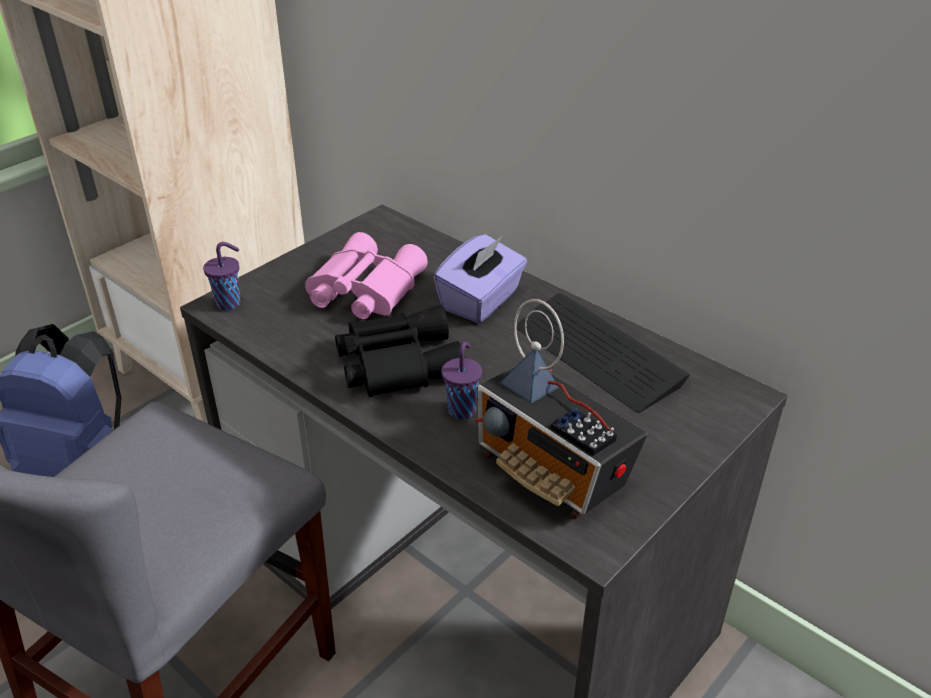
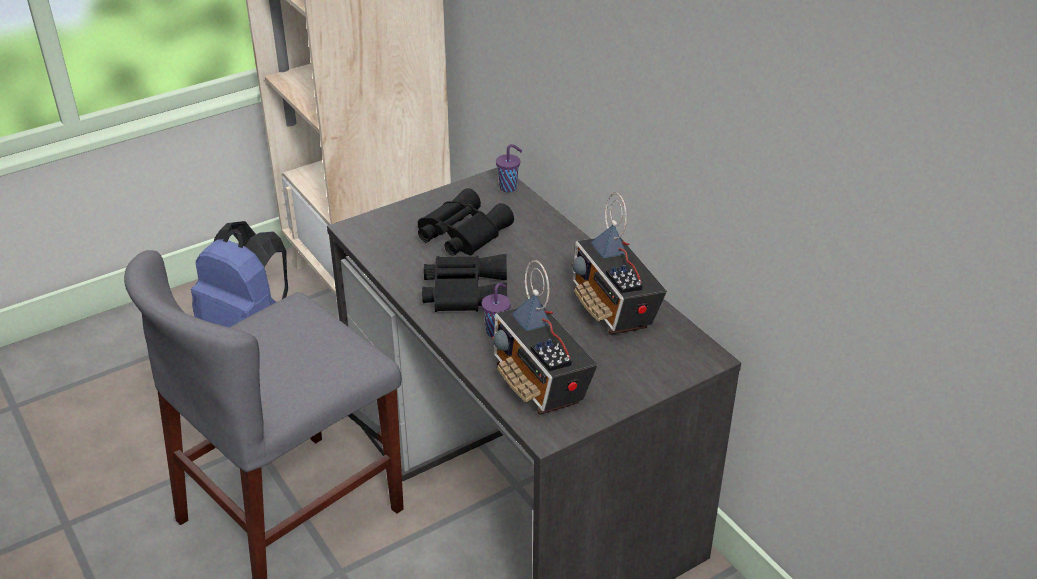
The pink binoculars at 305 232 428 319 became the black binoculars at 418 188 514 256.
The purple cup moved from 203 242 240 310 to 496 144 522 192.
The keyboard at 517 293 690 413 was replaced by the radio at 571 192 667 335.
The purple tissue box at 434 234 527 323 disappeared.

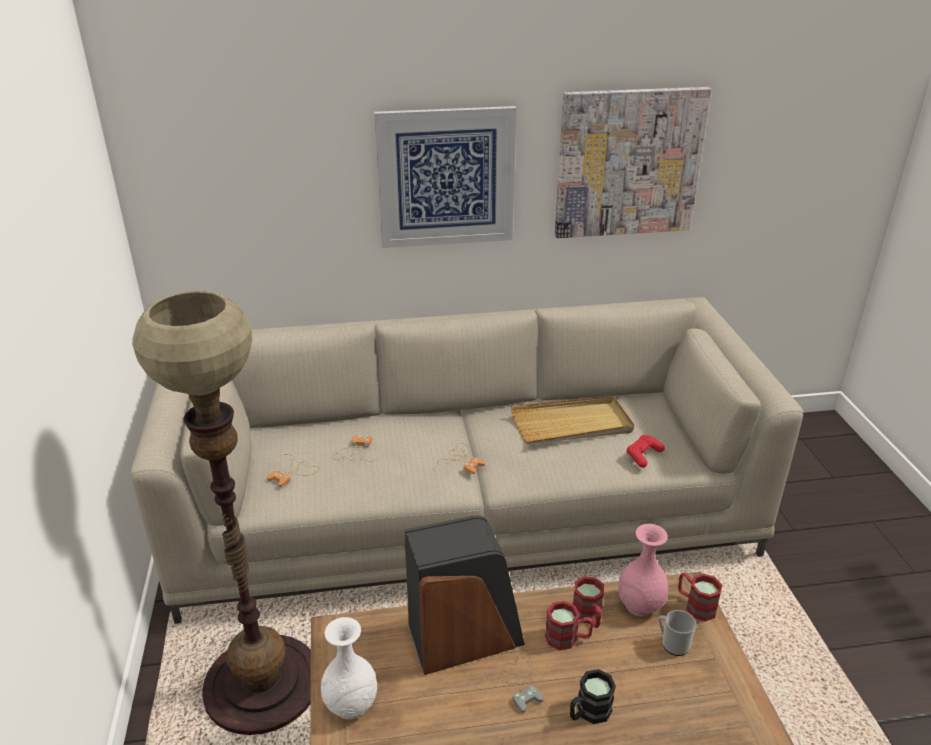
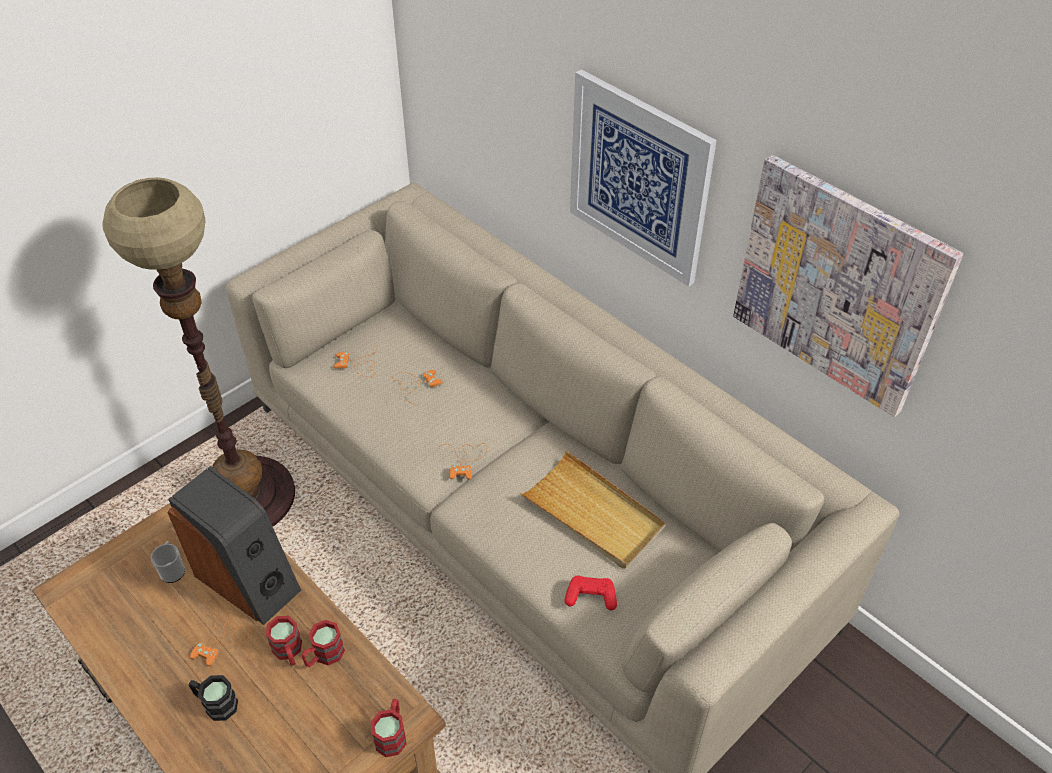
The mug moved from 658 610 696 656 to 151 541 185 583.
The grey game controller at 478 653 544 713 became the orange game controller at 190 613 251 666.
The white vase at 321 617 377 719 disappeared.
The pink vase at 618 524 669 617 disappeared.

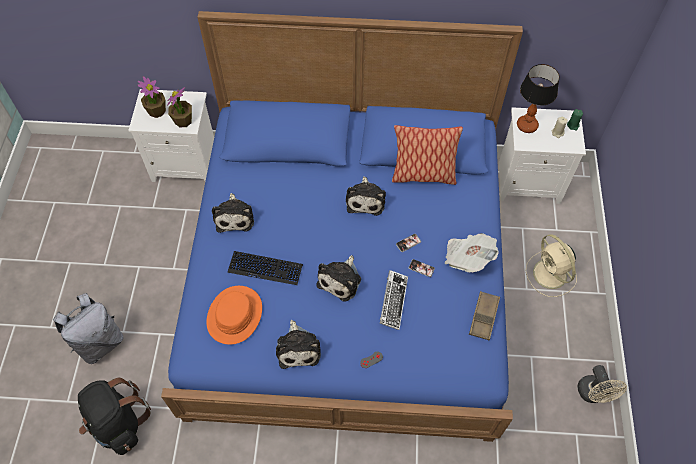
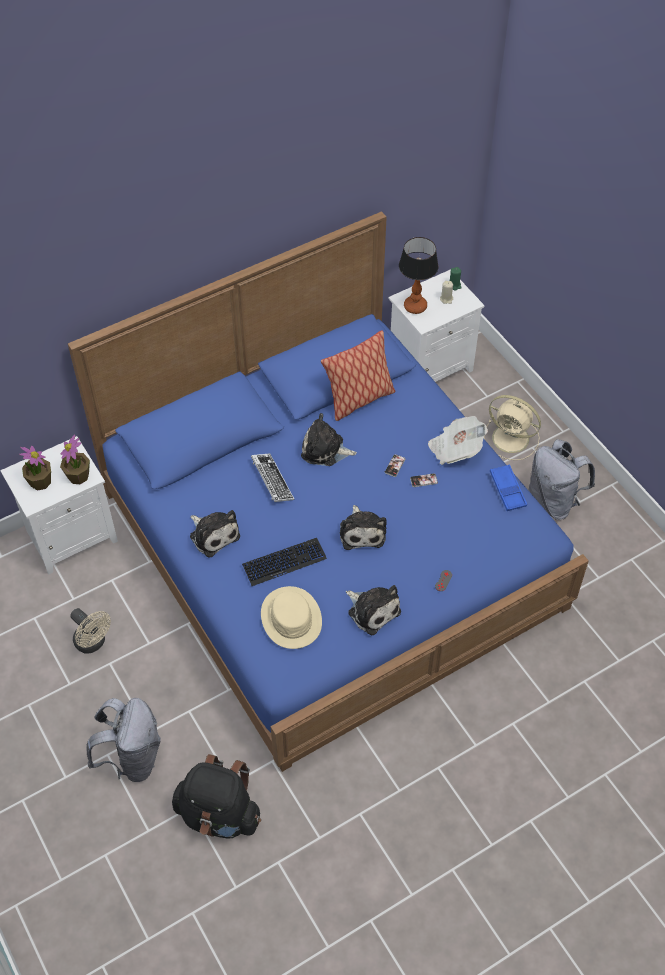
The beige fan moved from 577 365 627 403 to 70 608 111 654.
The keyboard moved from 380 270 408 330 to 251 453 294 502.
The orange hat at 206 286 262 345 became the beige hat at 261 586 322 649.
The plush toy at 346 176 386 216 turned 135 degrees clockwise.
The brown tray at 469 291 500 340 became the blue tray at 490 464 527 511.
The grey backpack at 529 439 595 520 appeared.

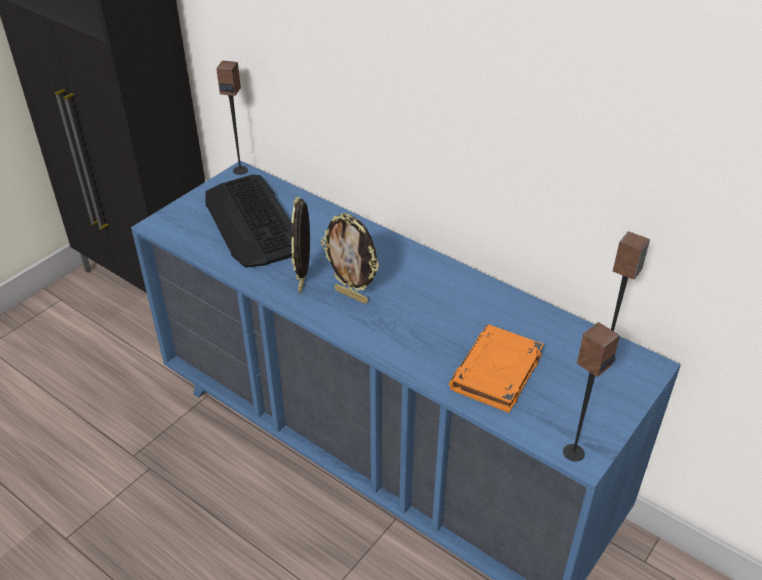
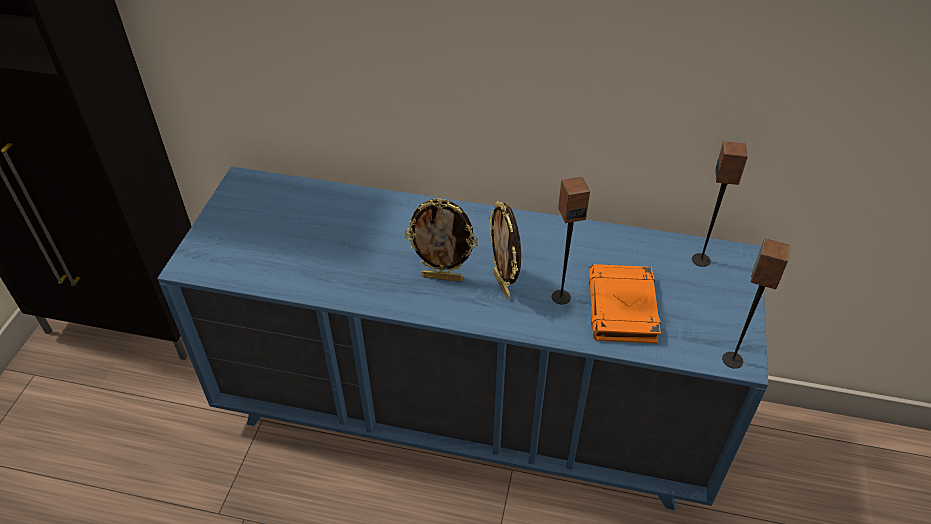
The picture frame moved from 291 197 310 294 to 489 201 521 300.
The speaker moved from 216 61 248 175 to 552 176 590 304.
The keyboard at 206 175 292 268 disappeared.

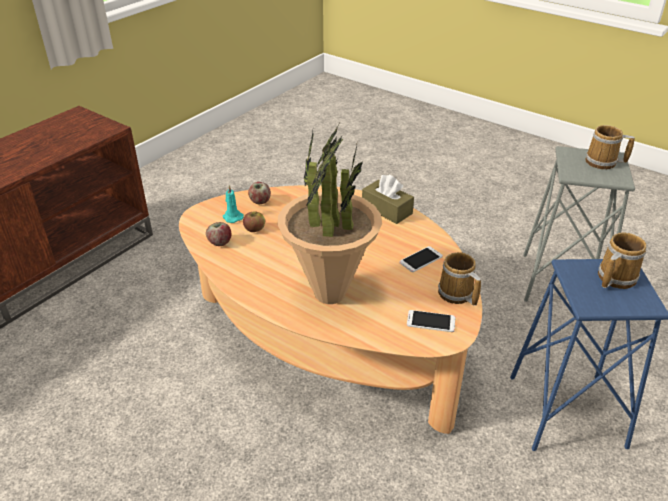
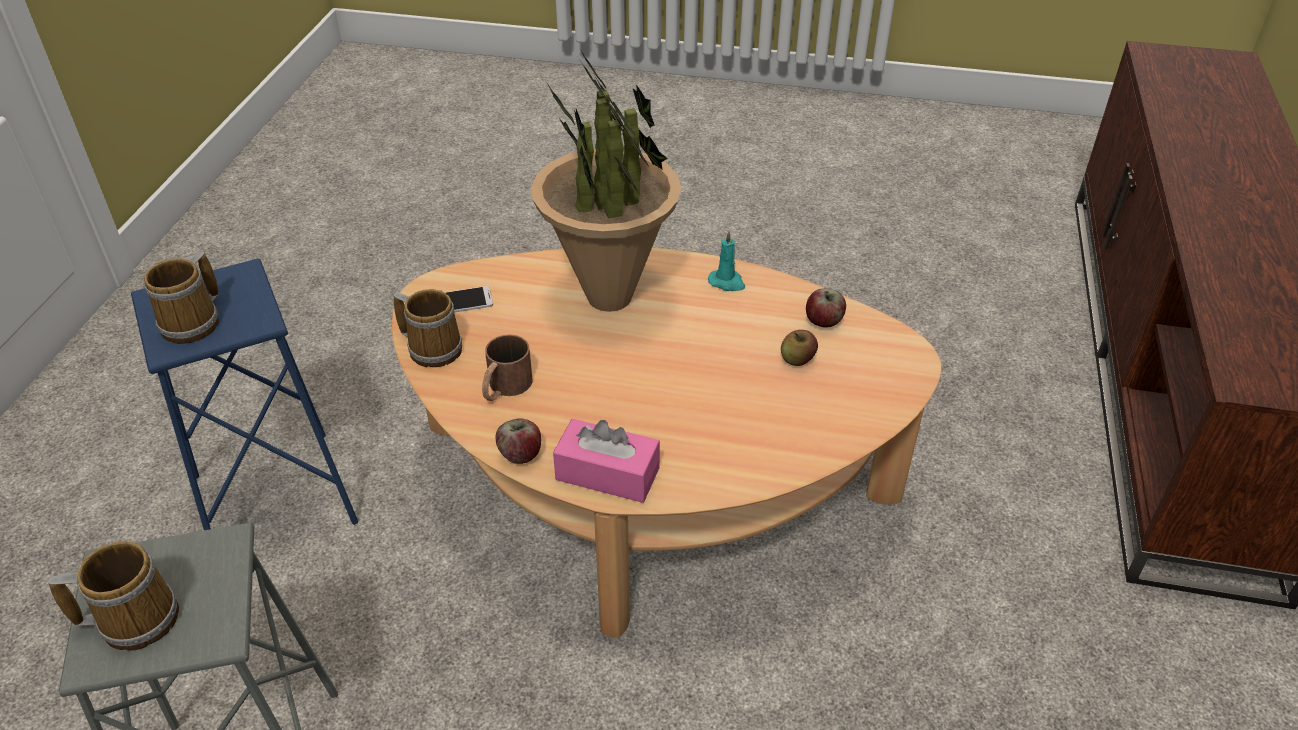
The phone at 399 246 443 272 was replaced by the brown mug at 482 335 533 401.
The apple moved from 248 182 271 204 to 496 418 541 464.
The brown tissue box at 362 175 414 224 became the pink tissue box at 553 419 660 503.
The turquoise candle moved from 223 185 244 223 to 708 231 745 291.

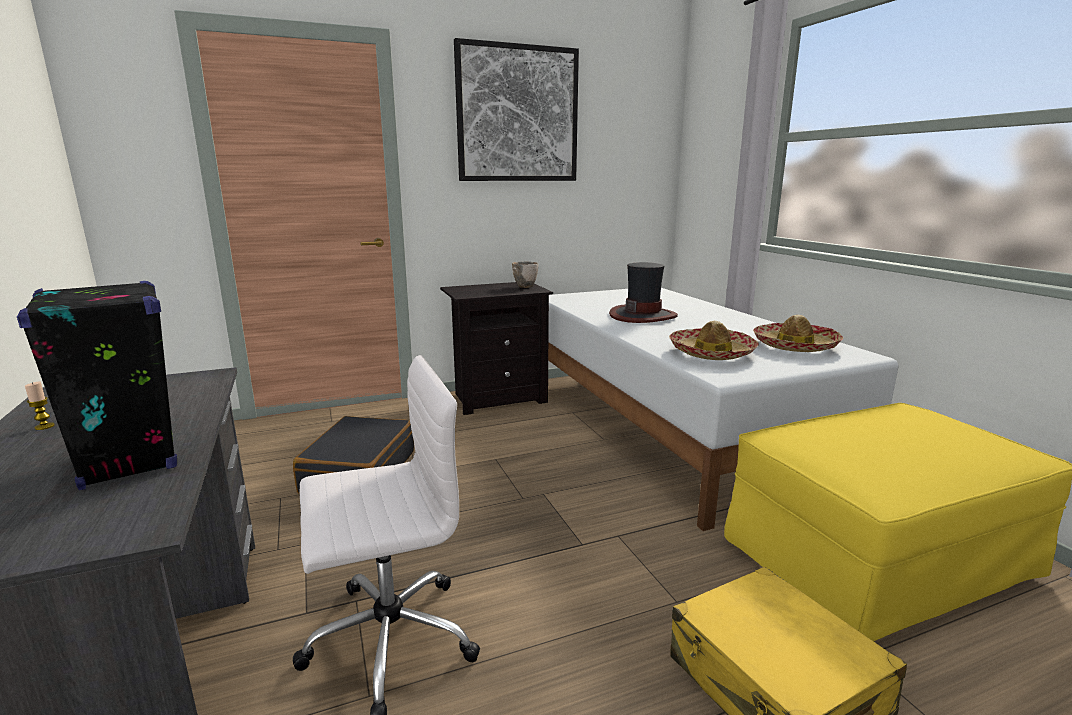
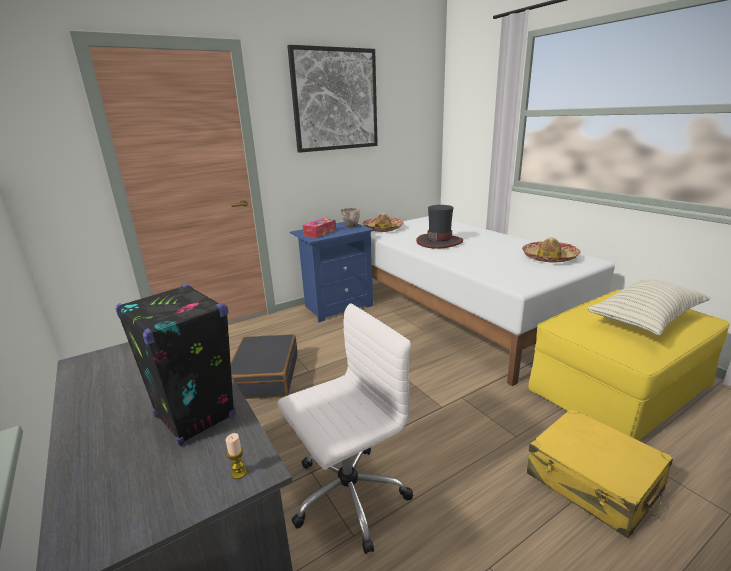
The candle moved from 25 382 55 430 to 226 433 247 479.
The black nightstand at 440 282 553 415 became the blue nightstand at 290 222 374 322.
The tissue box at 303 218 336 238 appeared.
The hat moved from 669 321 759 360 to 363 213 404 232.
The pillow at 587 279 710 336 appeared.

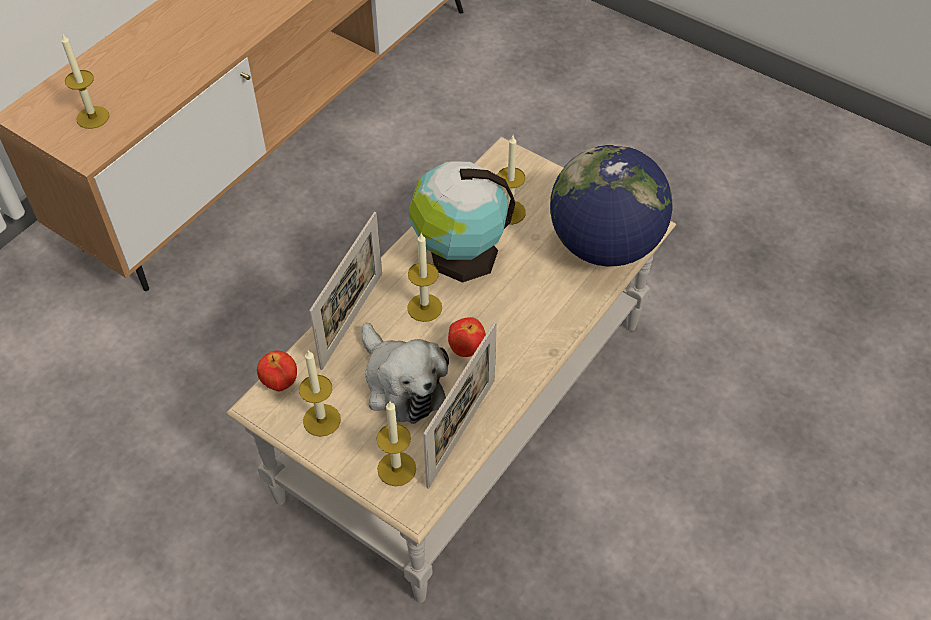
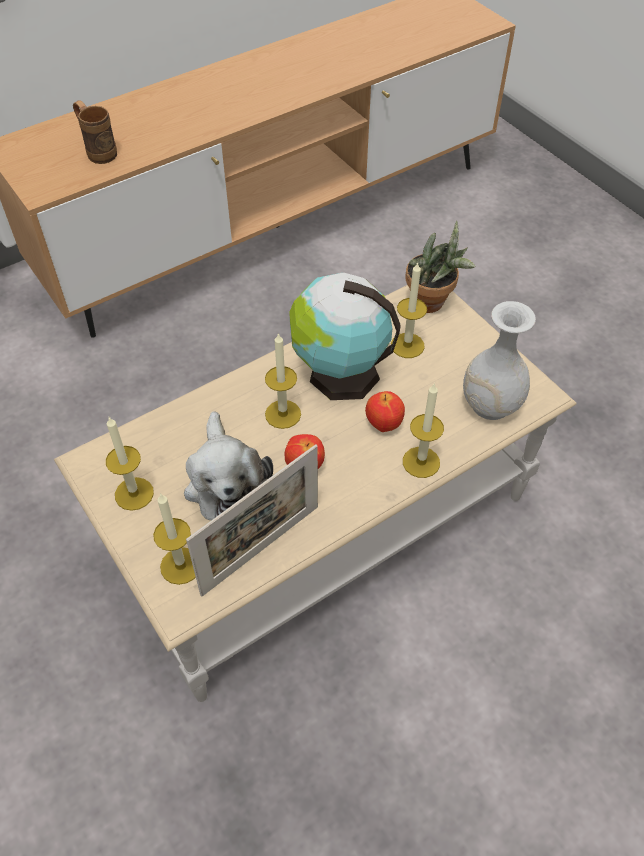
The brown mug at 73 100 117 164 appeared.
The apple moved from 257 350 297 392 to 365 391 405 432.
The candle moved from 61 34 109 129 to 403 383 444 478.
The potted plant at 405 221 476 313 appeared.
The globe at 550 144 673 266 was replaced by the white vase at 463 301 536 420.
The picture frame at 309 212 382 370 disappeared.

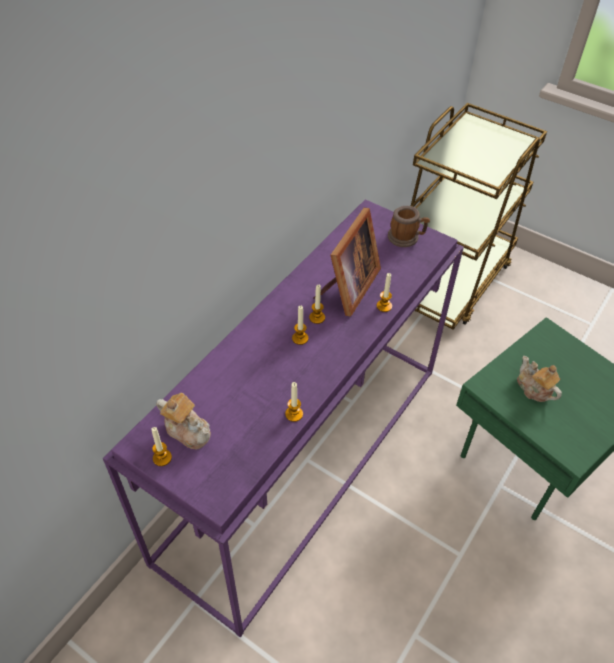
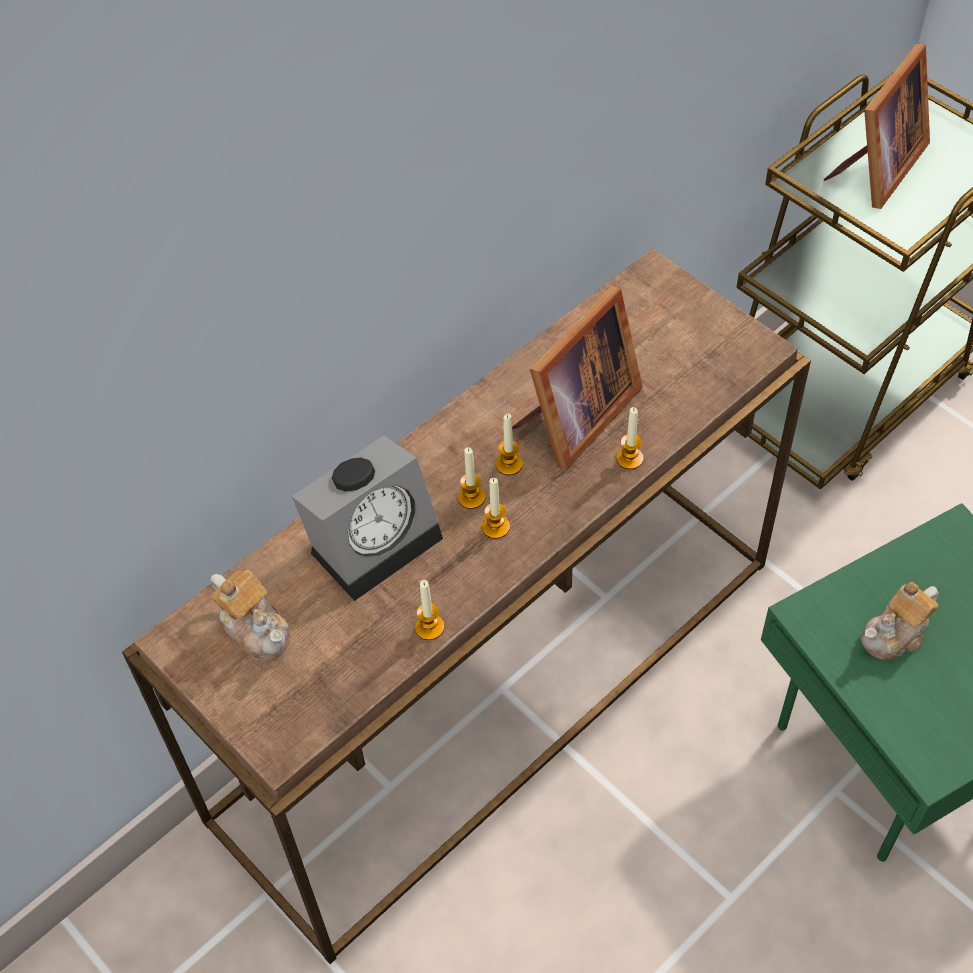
The purple console table at 103 200 464 637 became the brown console table at 122 249 811 964.
The alarm clock at 292 436 443 601 appeared.
The candle moved from 151 427 172 466 to 482 478 510 539.
The picture frame at 824 43 930 209 appeared.
The teapot at 517 356 562 402 turned 105 degrees counterclockwise.
The mug at 388 206 430 247 disappeared.

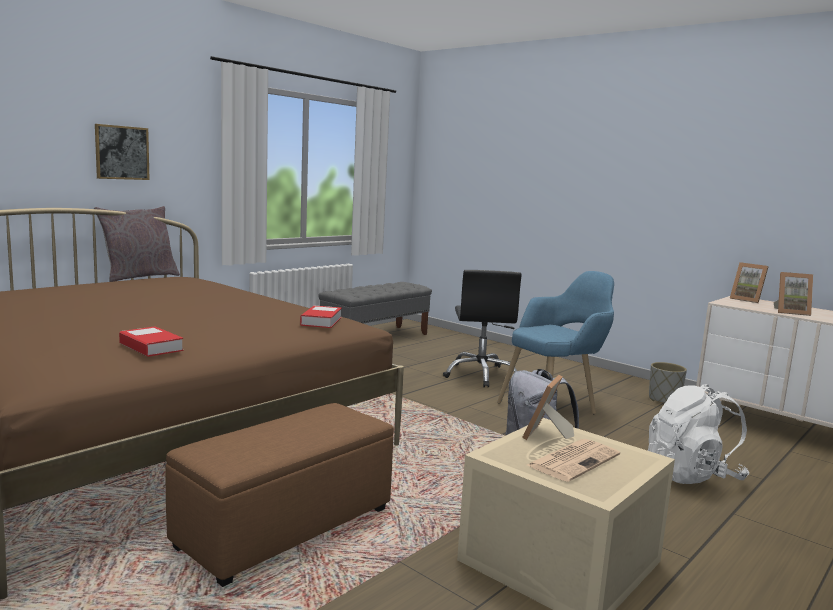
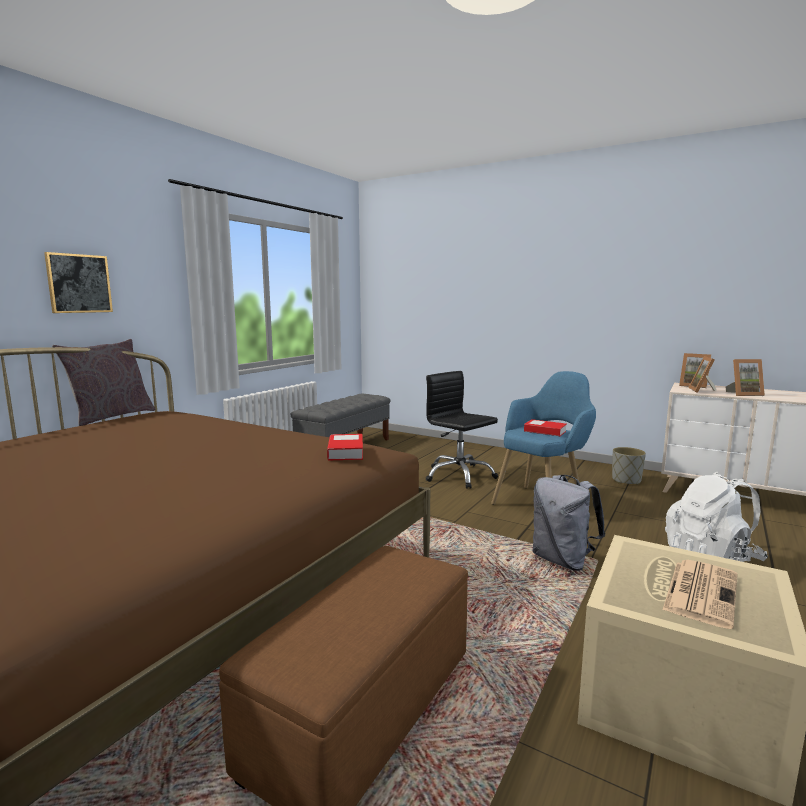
The black office chair at 443 270 522 388 turned 150 degrees clockwise.
The book moved from 119 326 183 357 to 524 419 566 436.
The picture frame moved from 522 375 574 440 to 688 356 716 393.

